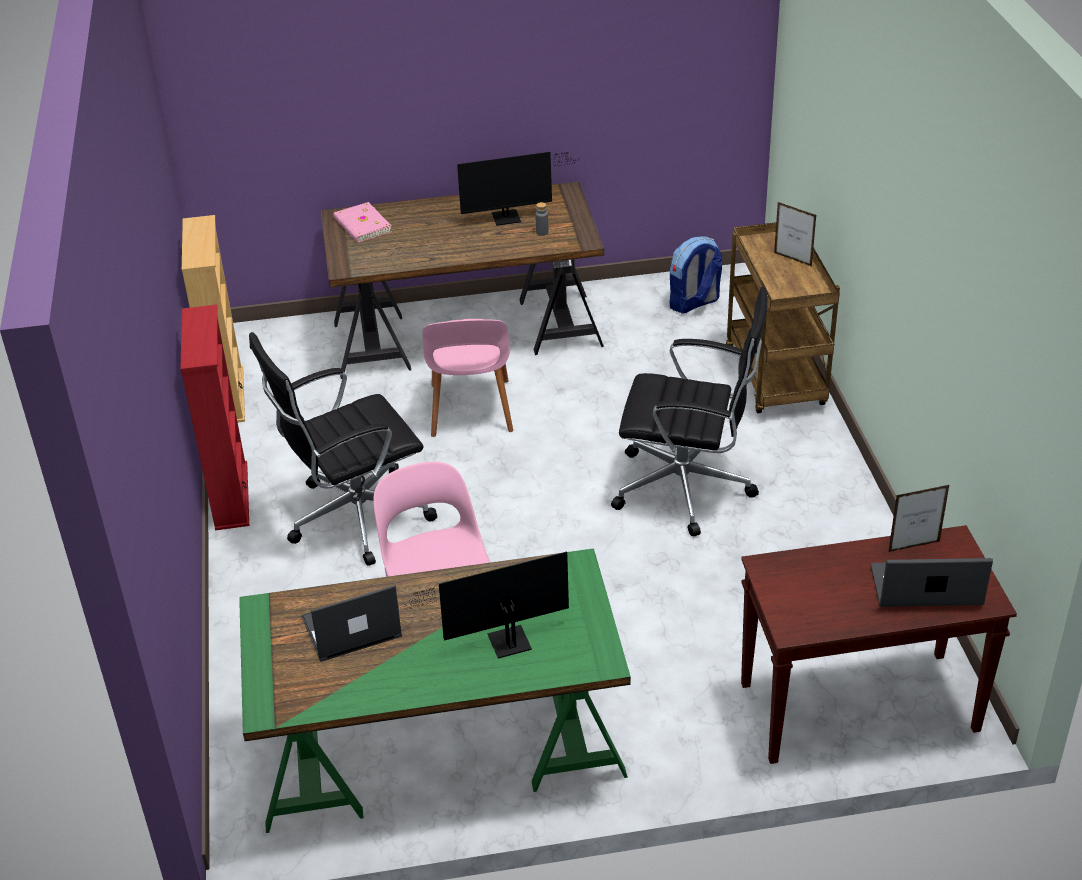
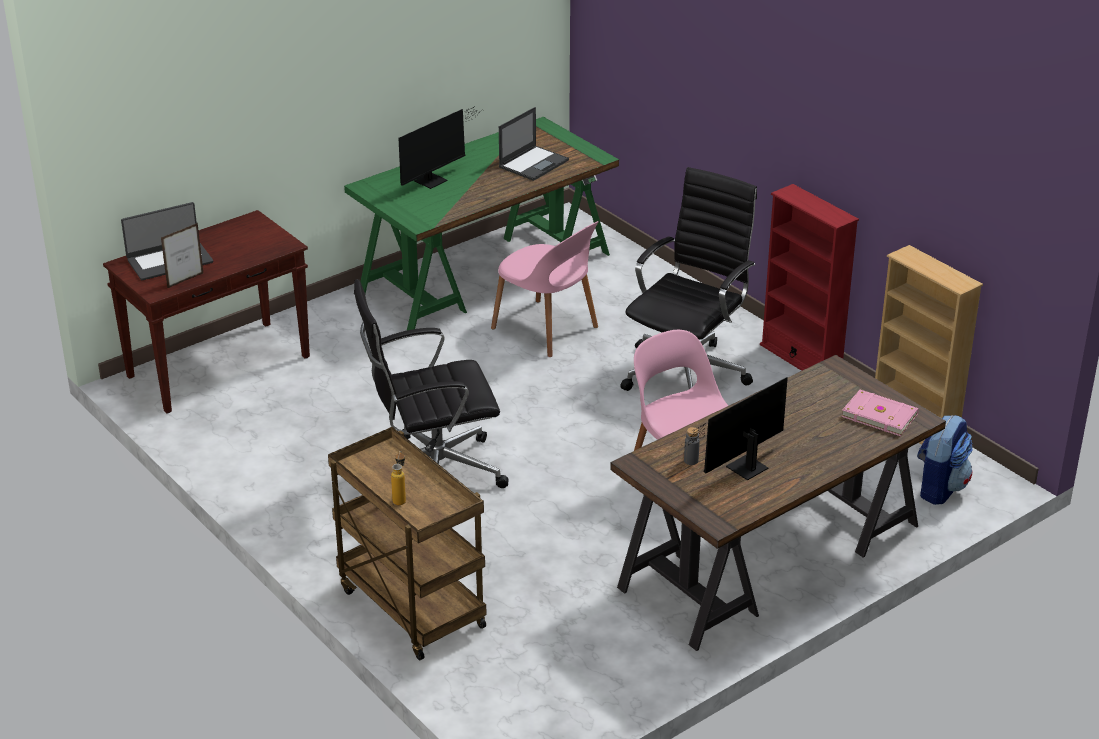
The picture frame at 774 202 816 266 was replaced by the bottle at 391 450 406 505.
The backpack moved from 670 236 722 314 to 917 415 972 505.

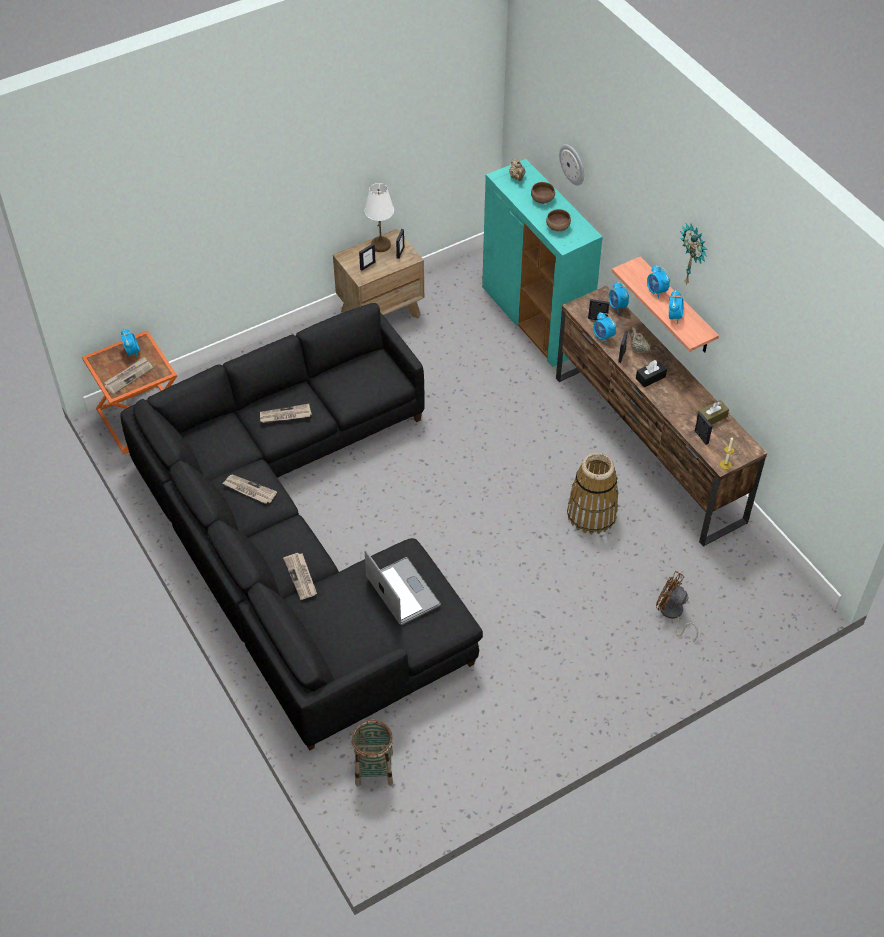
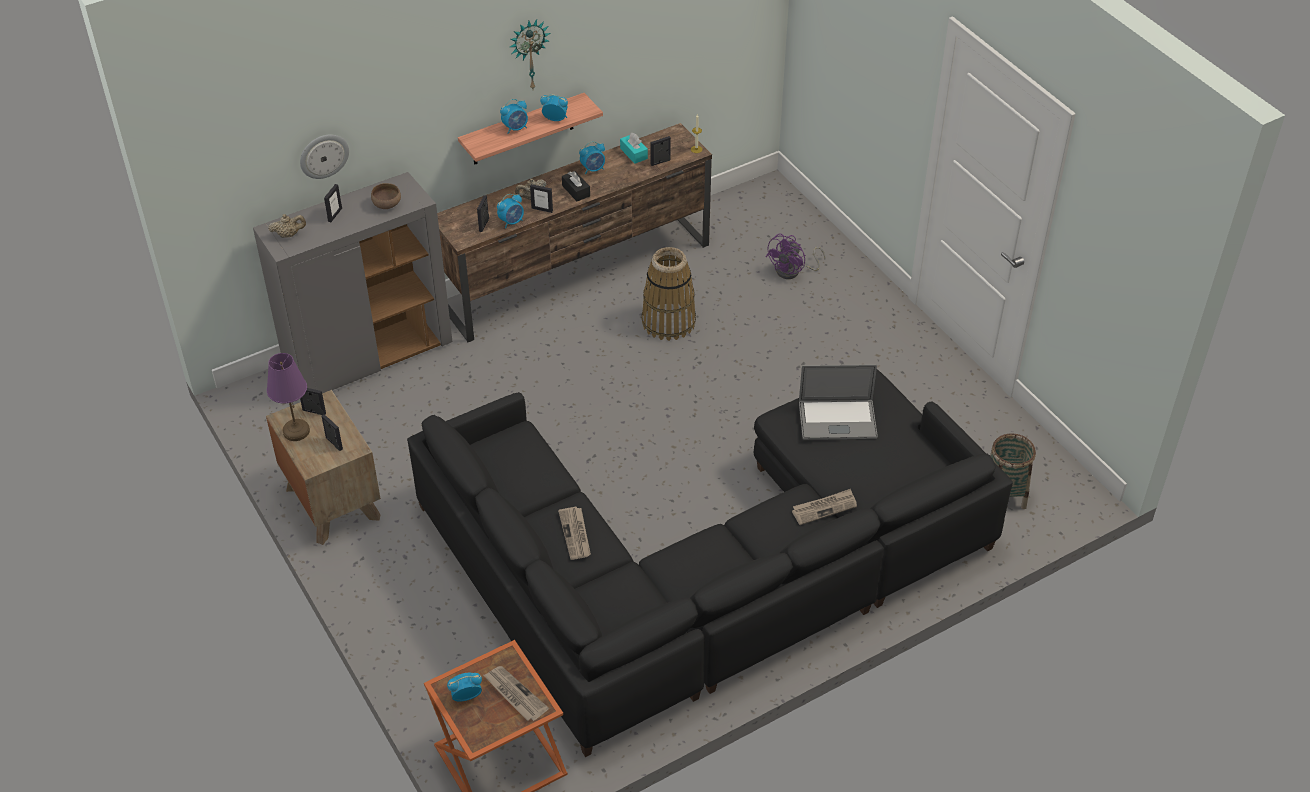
The turquoise cabinet at 482 159 603 367 became the grey cabinet at 253 172 453 393.
The white table lamp at 365 183 394 252 became the purple table lamp at 267 353 310 441.
The brown bowl at 531 182 555 204 was replaced by the picture frame at 324 184 342 222.
The alarm clock moved from 609 282 629 313 to 579 141 605 174.
The brown tissue box at 697 400 729 425 became the turquoise tissue box at 620 133 648 164.
The brown fan at 656 571 698 642 became the purple fan at 766 234 826 279.
The laptop at 365 550 441 625 turned 150 degrees counterclockwise.
The newspaper at 223 474 277 504 disappeared.

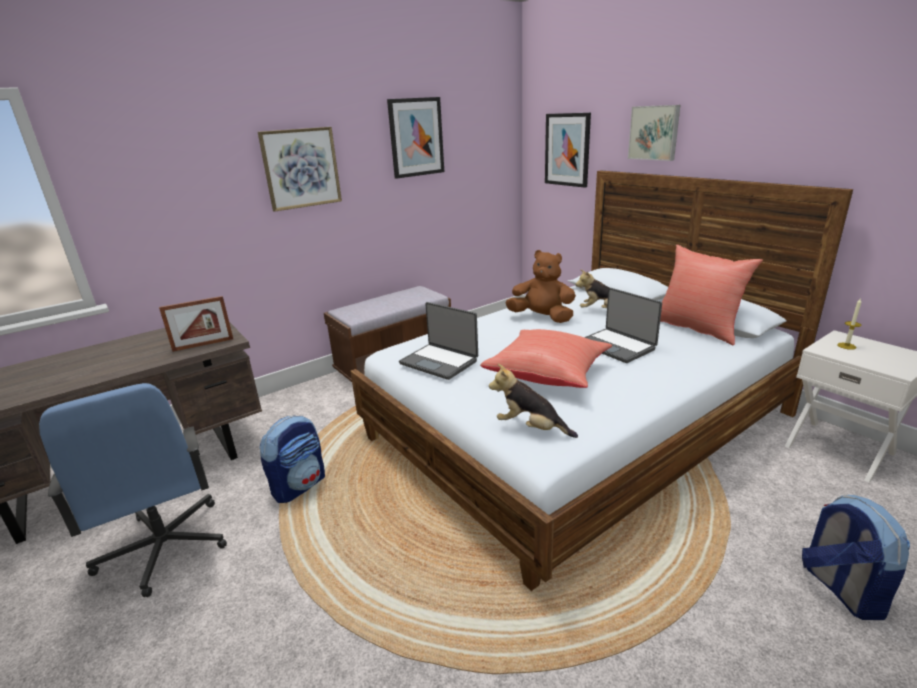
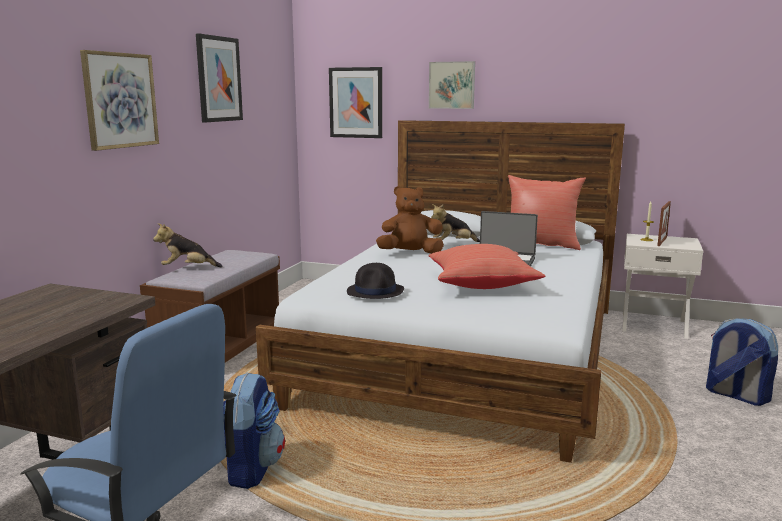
The plush toy moved from 489 364 578 438 to 153 223 222 267.
The laptop at 399 302 478 380 was replaced by the black hat at 347 263 404 299.
The picture frame moved from 159 296 233 352 to 657 201 671 246.

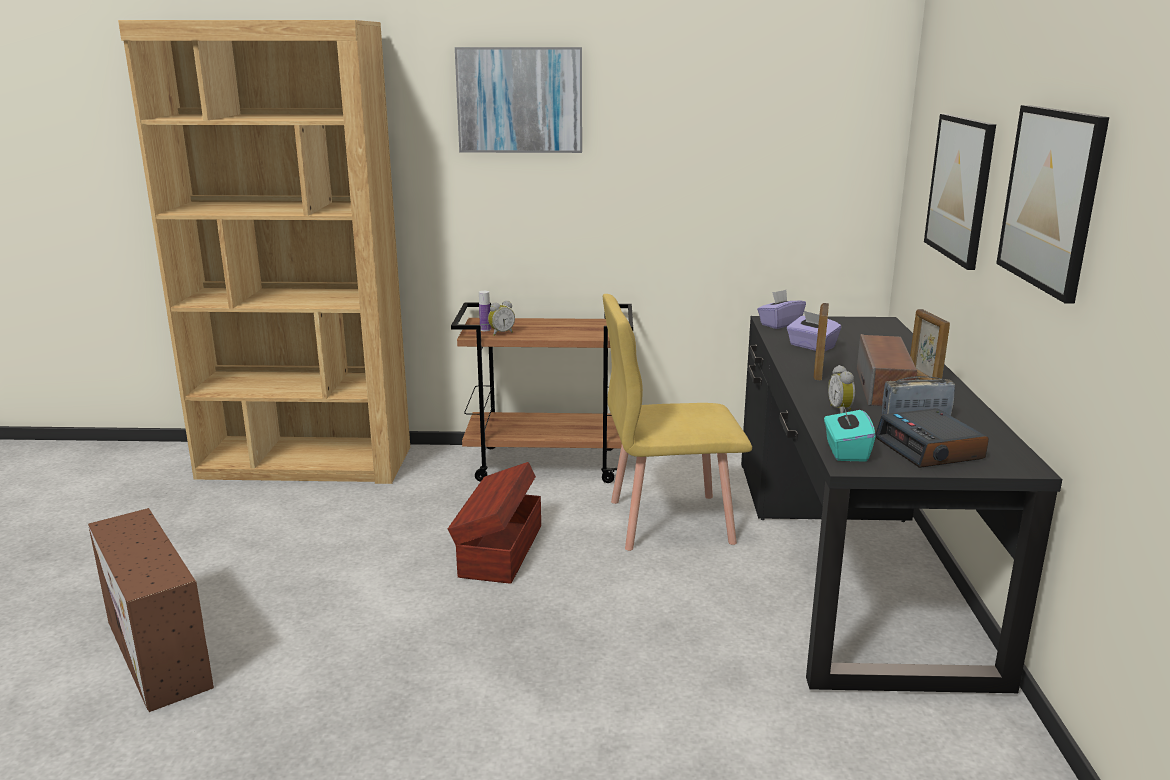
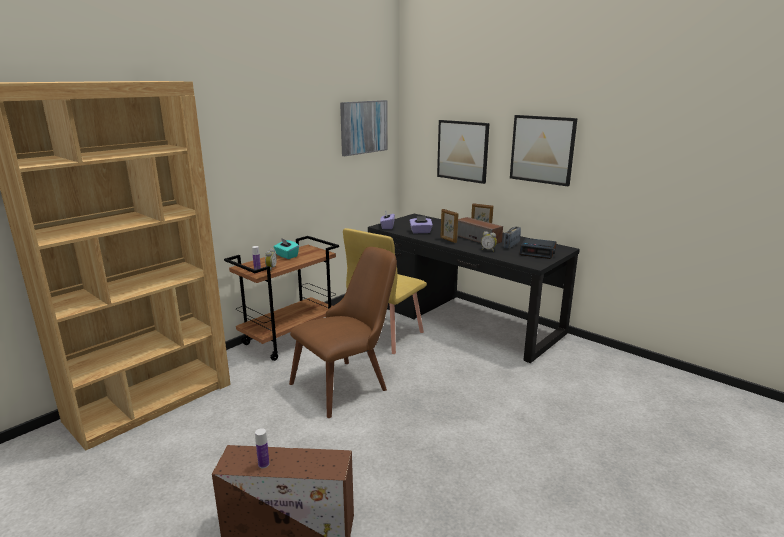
The bottle at 255 428 269 468 appeared.
The turquoise tissue box moved from 824 404 876 462 to 274 238 299 259.
The brown storage box at 448 462 541 584 was replaced by the brown chair at 289 247 397 418.
The picture moved from 455 47 582 153 to 340 100 388 156.

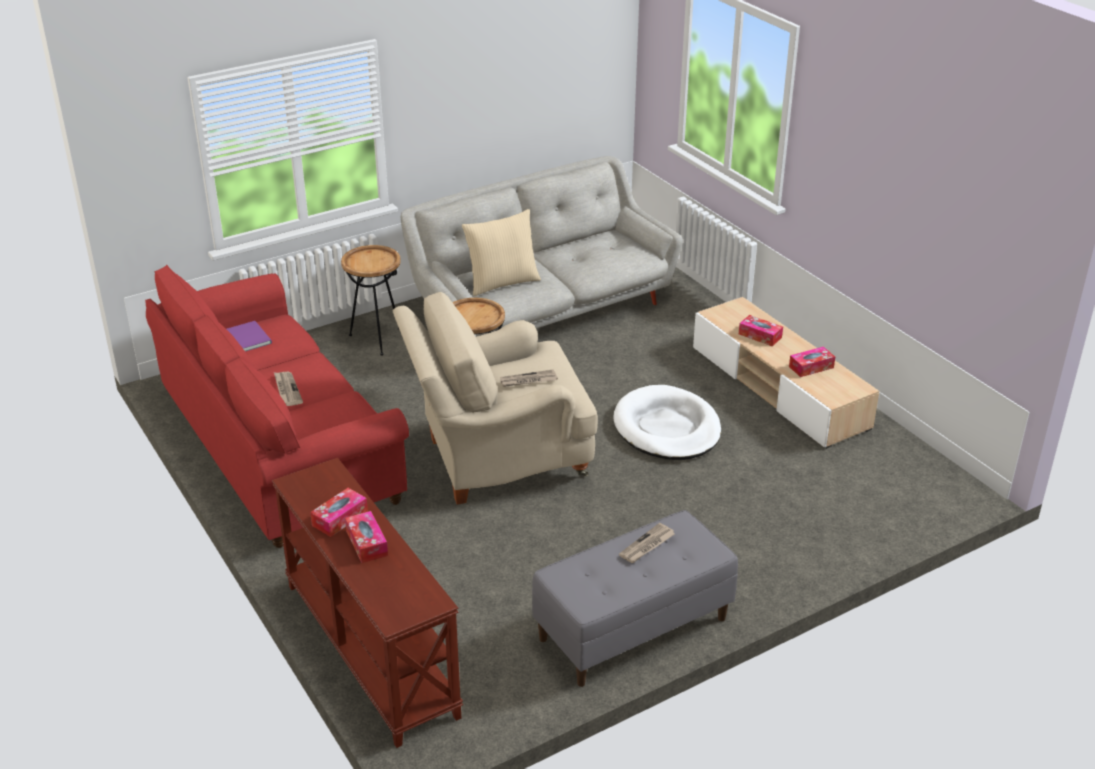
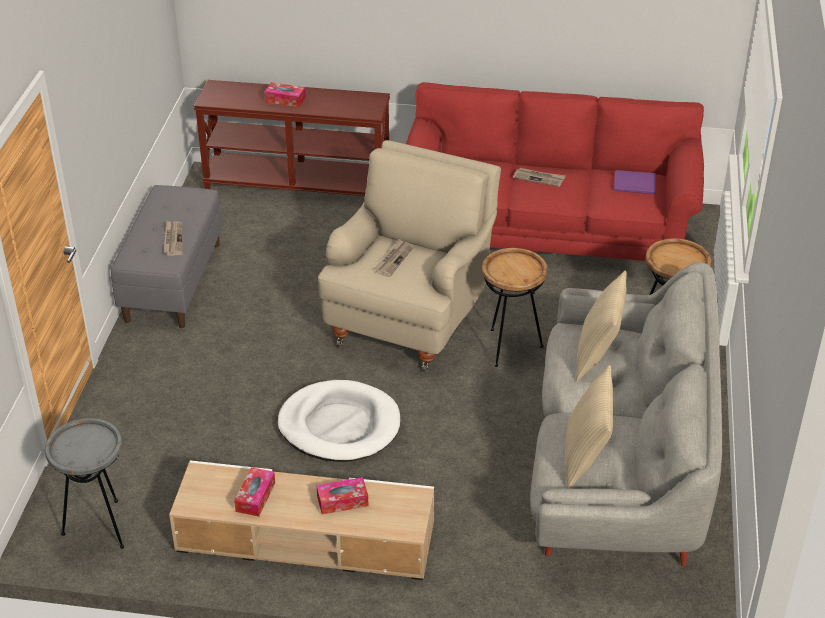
The grey side table at 45 418 124 549 appeared.
The beige pillow at 565 365 613 489 appeared.
The tissue box at 310 488 368 537 disappeared.

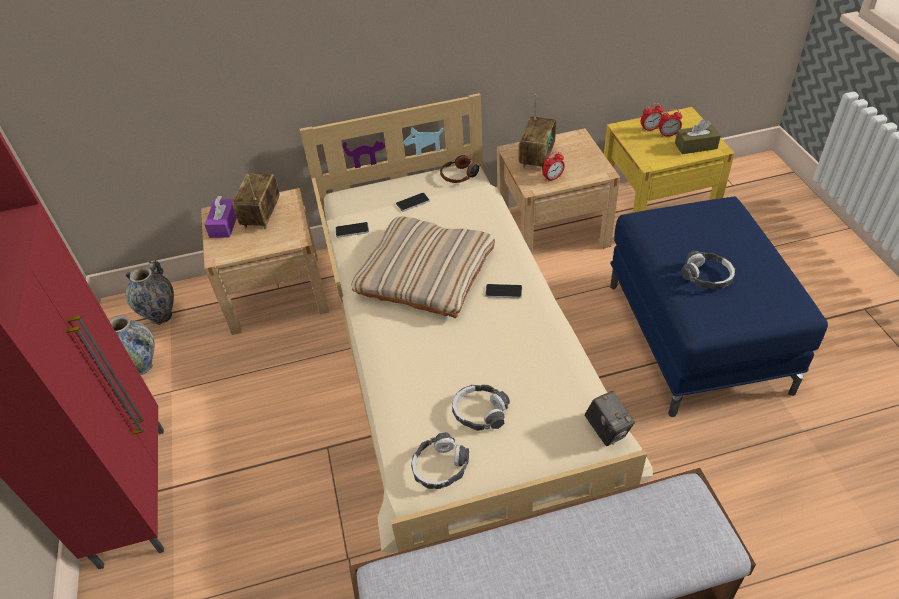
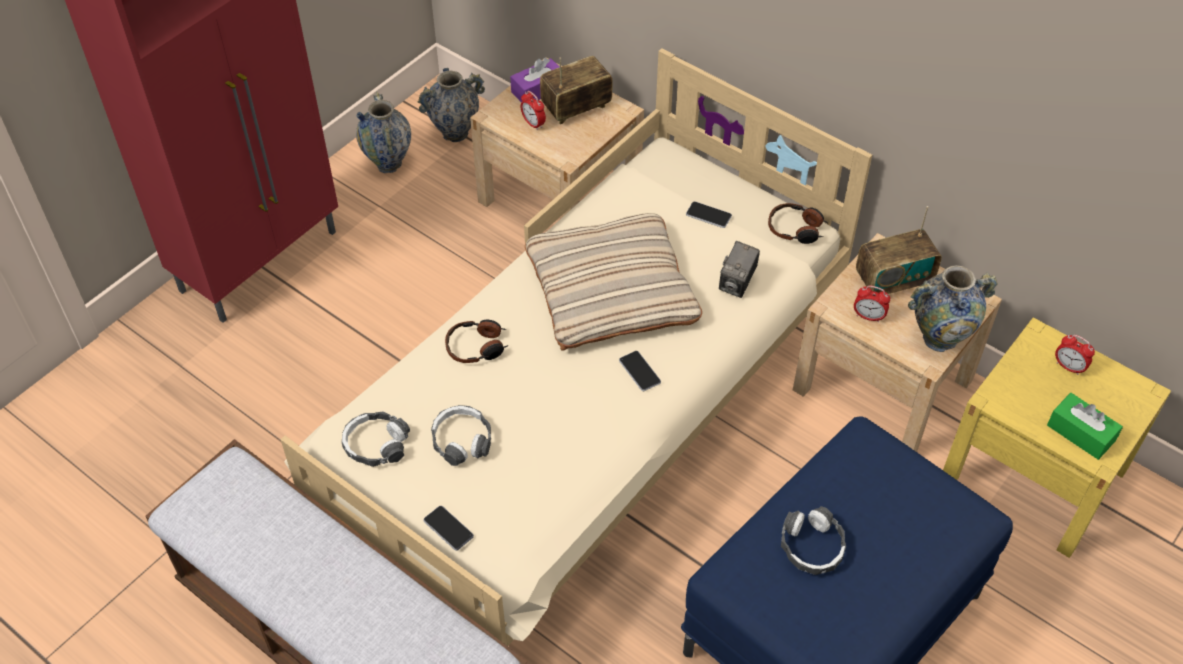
The phone moved from 336 222 369 237 to 424 506 474 551.
The headphones at 445 320 509 363 appeared.
The alarm clock moved from 658 109 682 137 to 521 91 546 131.
The photo camera moved from 585 391 635 446 to 719 241 760 298.
The vase at 908 265 998 352 appeared.
The brown tissue box at 675 119 721 154 became the green tissue box at 1047 393 1123 460.

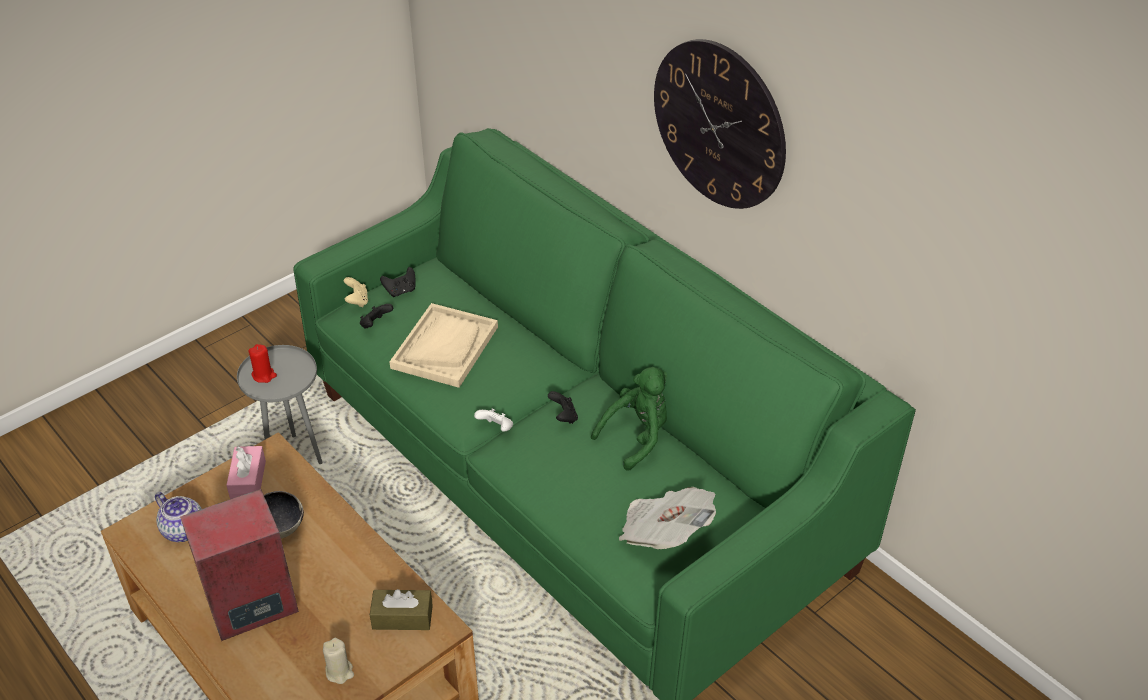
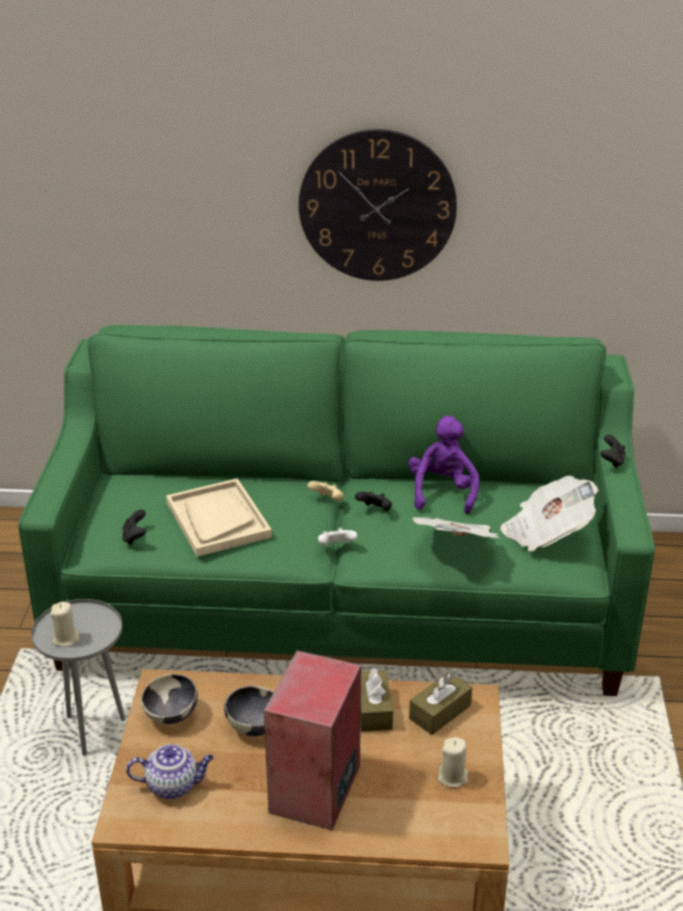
The red candle at 248 344 277 383 became the beige candle at 50 602 80 647.
The pink tissue box at 226 446 266 499 was replaced by the bowl at 141 674 198 724.
The beige game controller moved from 344 277 368 307 to 307 481 344 502.
The brown tissue box at 360 668 393 732 appeared.
The green plush toy at 591 367 667 471 became the purple plush toy at 408 416 479 514.
The newspaper at 412 517 499 538 appeared.
The black game controller moved from 380 267 416 297 to 601 434 626 468.

